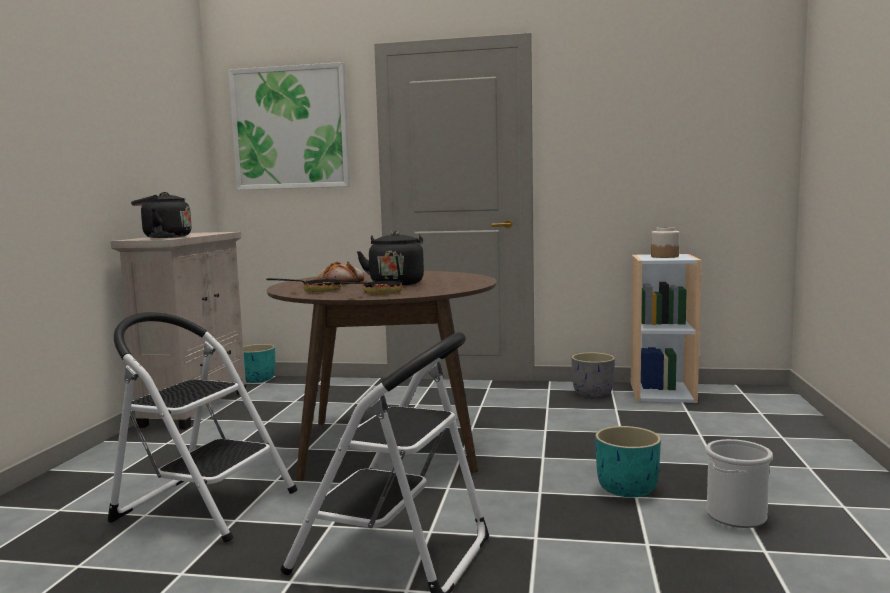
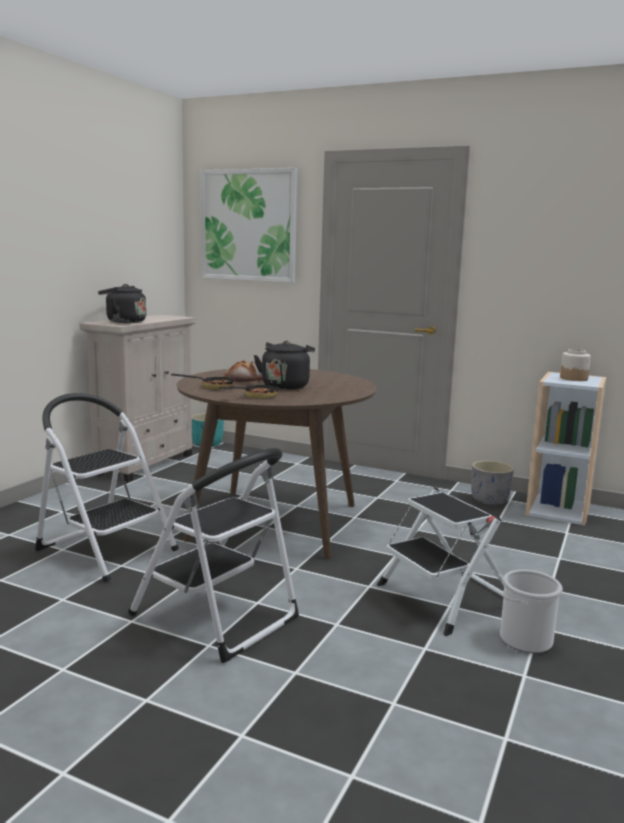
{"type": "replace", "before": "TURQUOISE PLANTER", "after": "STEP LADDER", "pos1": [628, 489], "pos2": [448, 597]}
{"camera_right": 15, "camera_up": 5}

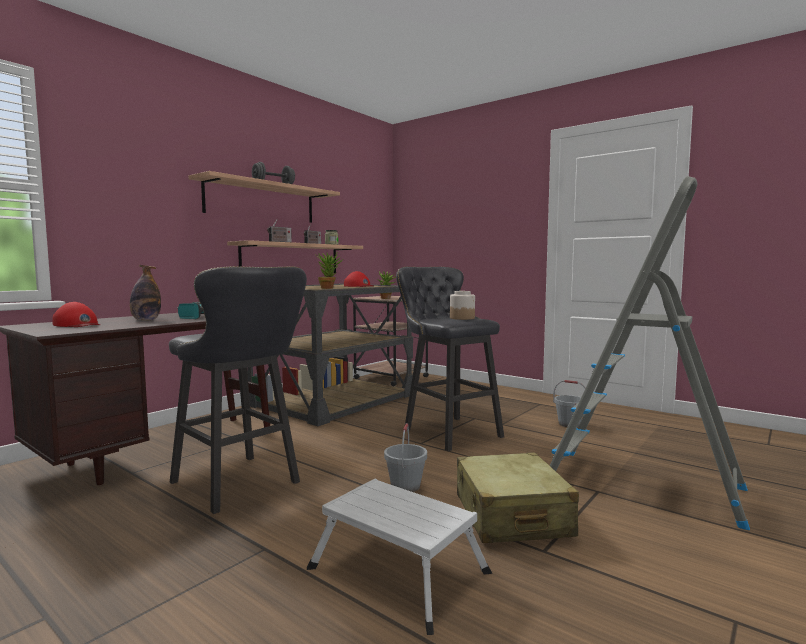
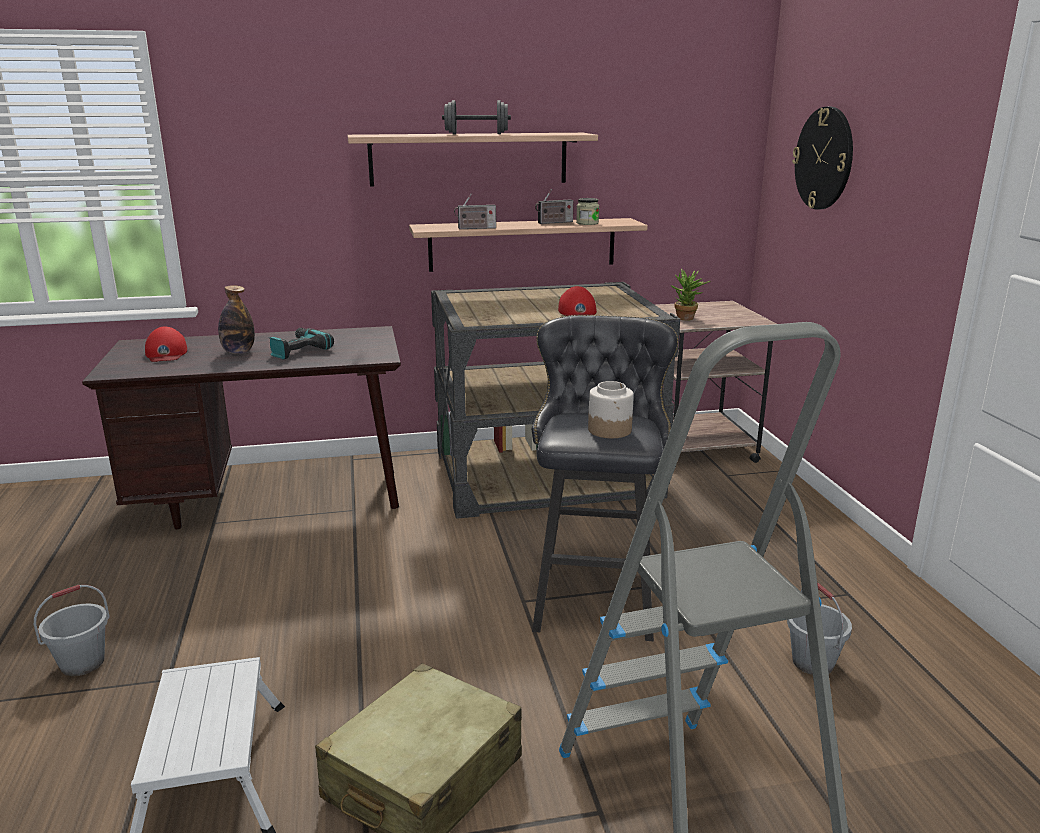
{"type": "delete", "before": "BLACK STOOL", "pos1": [242, 487]}
{"type": "delete", "before": "POTTED PLANT", "pos1": [329, 288]}
{"type": "move", "before": "GREY BUCKET", "pos1": [405, 486], "pos2": [83, 663]}
{"type": "insert", "after": "WALL CLOCK", "pos2": [824, 158]}
{"camera_right": 40, "camera_up": 15}

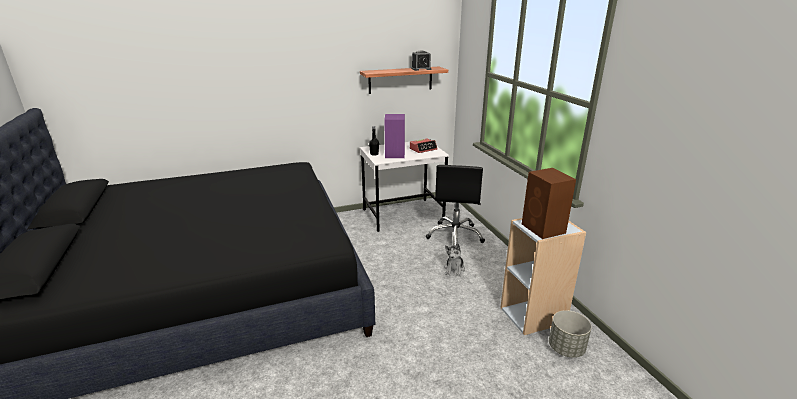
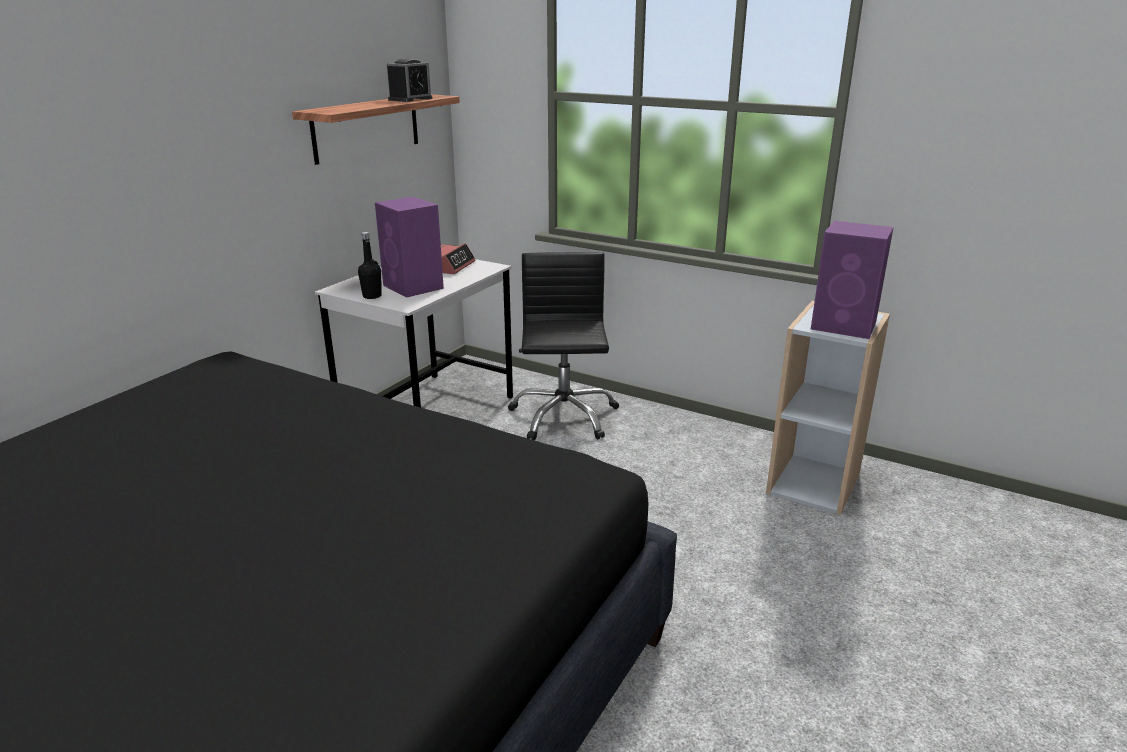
{"type": "rotate", "before": "BLACK OFFICE CHAIR", "pos1": [455, 236], "pos2": [563, 416], "turn": -150}
{"type": "delete", "before": "PLUSH TOY", "pos1": [454, 269]}
{"type": "recolor", "before": "BROWN SPEAKER", "after": "PURPLE SPEAKER", "pos1": [544, 229], "pos2": [845, 326]}
{"type": "delete", "before": "GREY PLANTER", "pos1": [566, 348]}
{"camera_right": -40, "camera_up": 0}

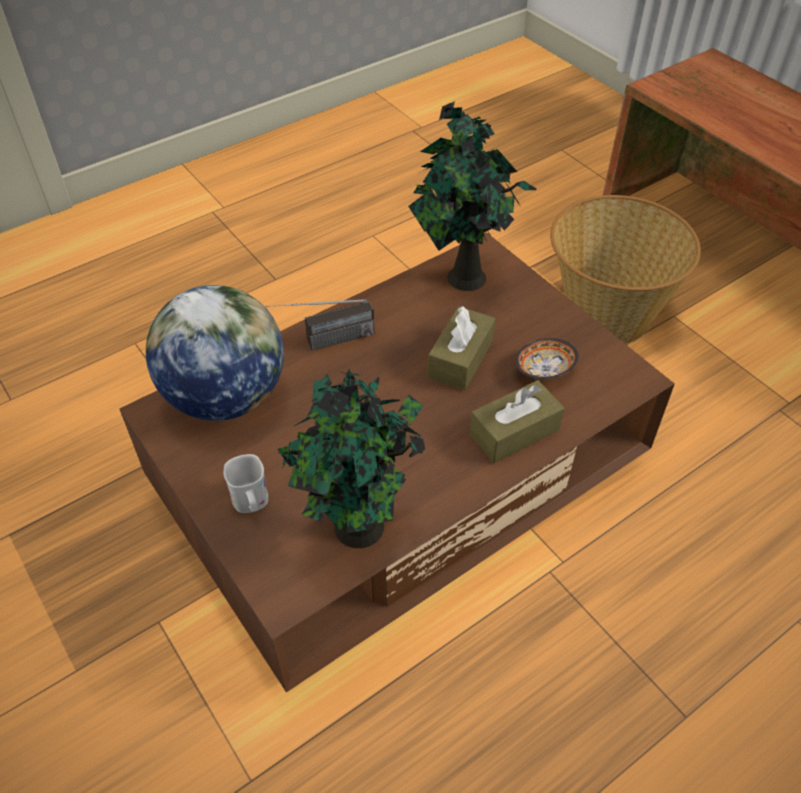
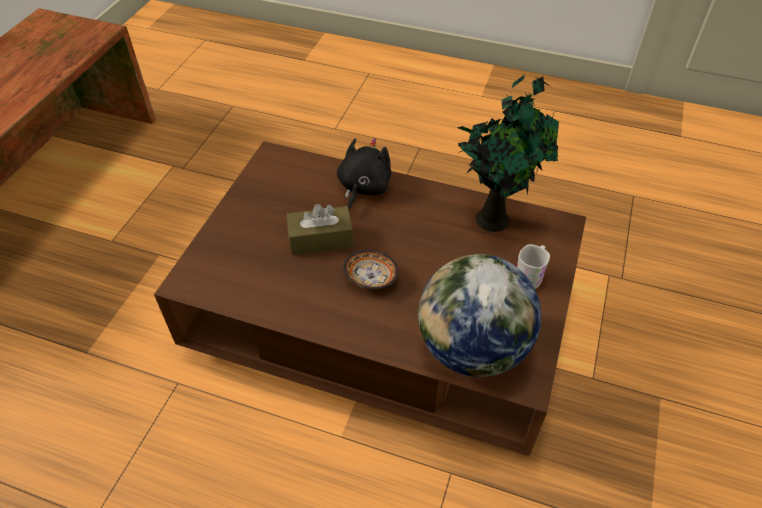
{"type": "delete", "before": "RADIO", "pos1": [324, 343]}
{"type": "delete", "before": "POTTED PLANT", "pos1": [462, 278]}
{"type": "replace", "before": "BROWN TISSUE BOX", "after": "BLACK PLUSH TOY", "pos1": [514, 432], "pos2": [363, 188]}
{"type": "move", "before": "BOWL", "pos1": [544, 370], "pos2": [370, 278]}
{"type": "delete", "before": "BASKET", "pos1": [605, 315]}
{"camera_right": -125, "camera_up": 0}

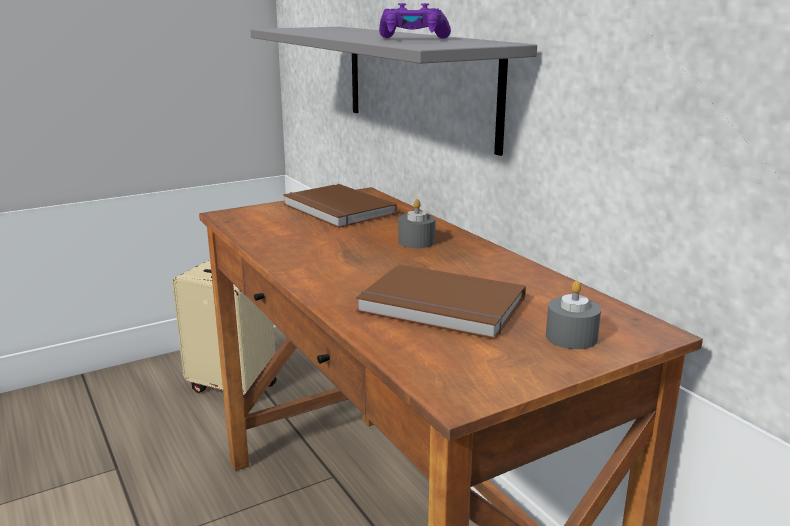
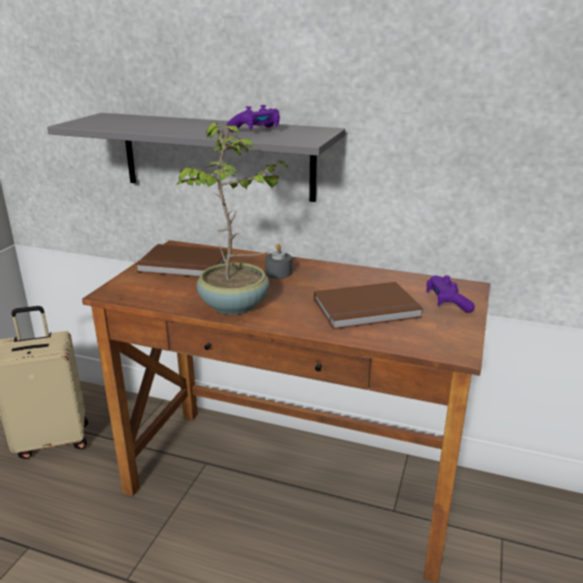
{"type": "replace", "before": "GREY CANDLE", "after": "PURPLE GAME CONTROLLER", "pos1": [571, 337], "pos2": [447, 302]}
{"type": "insert", "after": "POTTED PLANT", "pos2": [235, 306]}
{"camera_right": -40, "camera_up": 5}

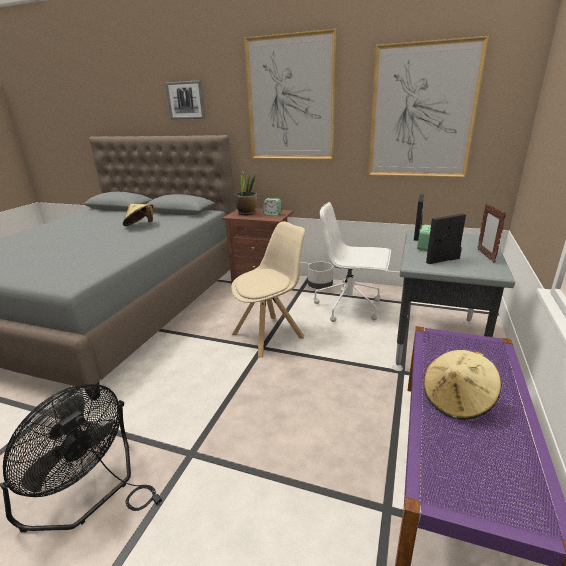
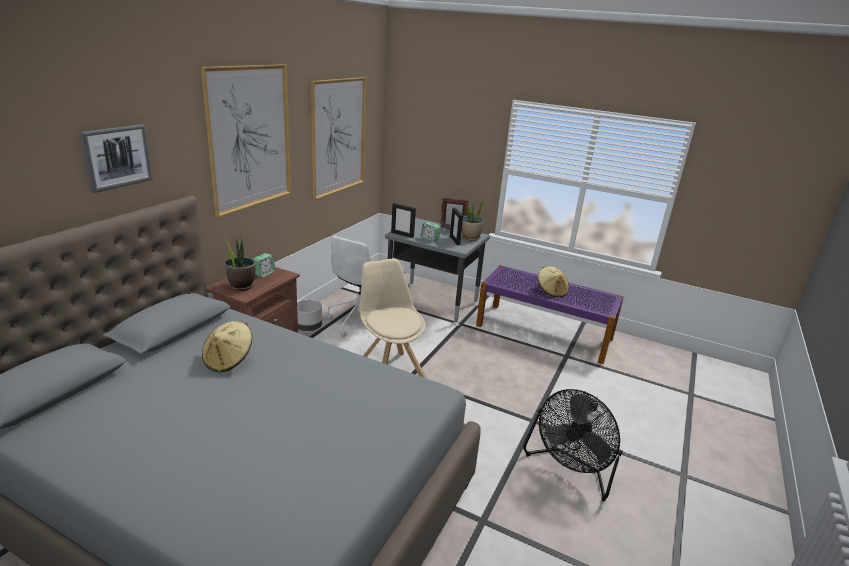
{"type": "insert", "after": "POTTED PLANT", "pos2": [470, 238]}
{"camera_right": -85, "camera_up": 0}

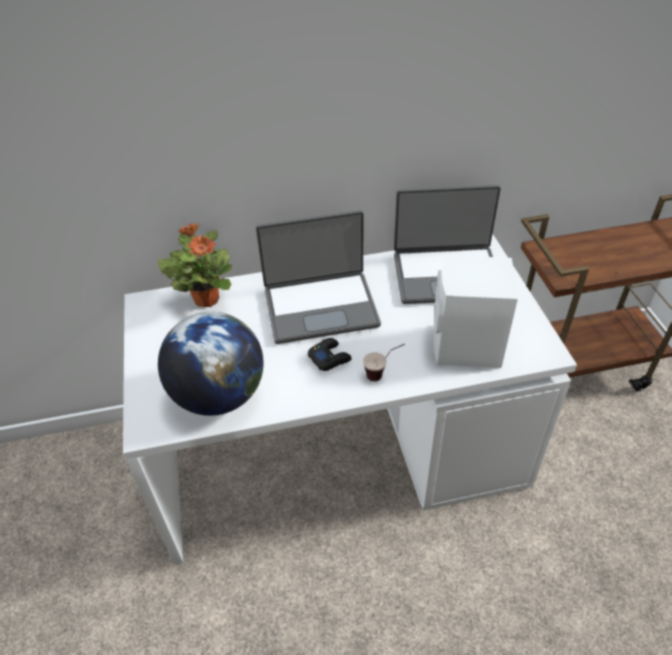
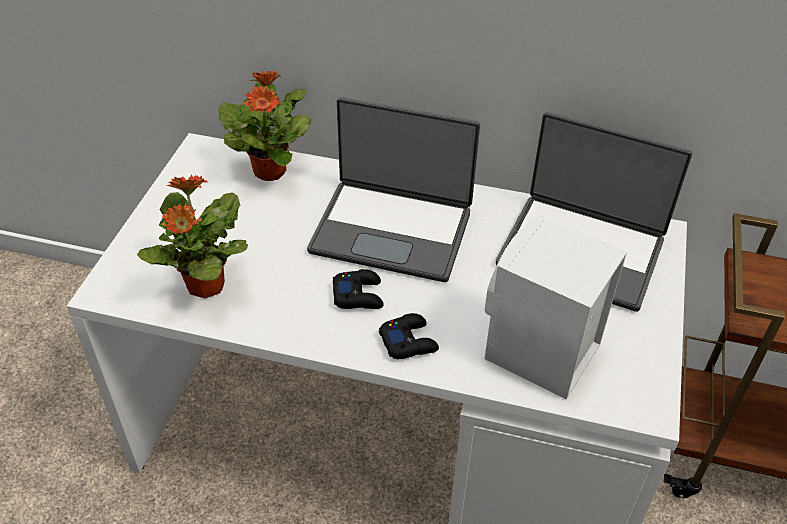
{"type": "replace", "before": "GLOBE", "after": "POTTED PLANT", "pos1": [219, 396], "pos2": [205, 286]}
{"type": "replace", "before": "CUP", "after": "BLACK GAME CONTROLLER", "pos1": [383, 373], "pos2": [409, 341]}
{"camera_right": 25, "camera_up": 0}

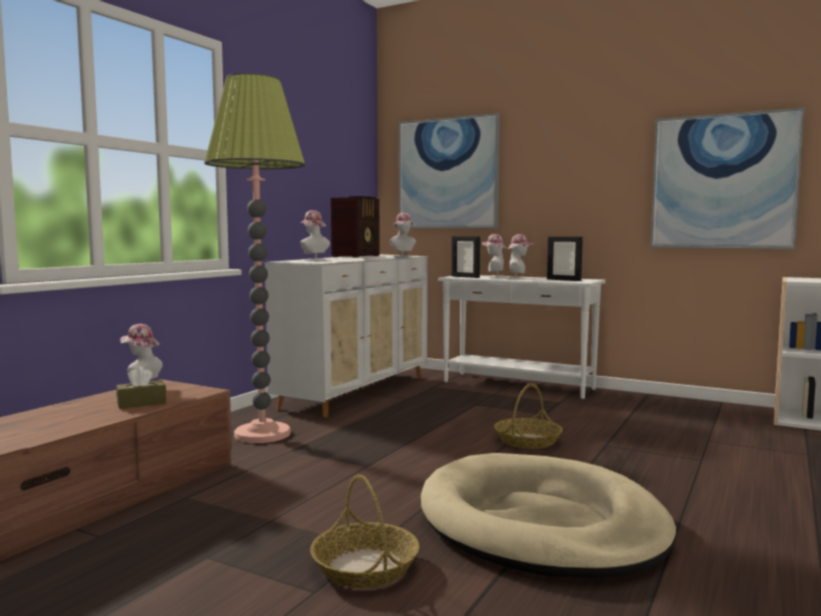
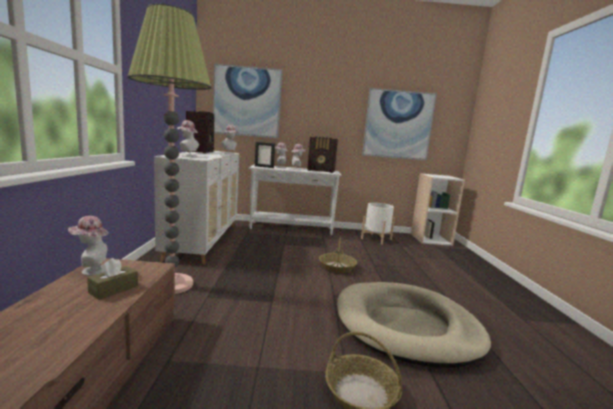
{"type": "replace", "before": "PICTURE FRAME", "after": "RADIO", "pos1": [564, 280], "pos2": [321, 171]}
{"type": "insert", "after": "WHITE PLANTER", "pos2": [376, 239]}
{"camera_right": -30, "camera_up": 5}

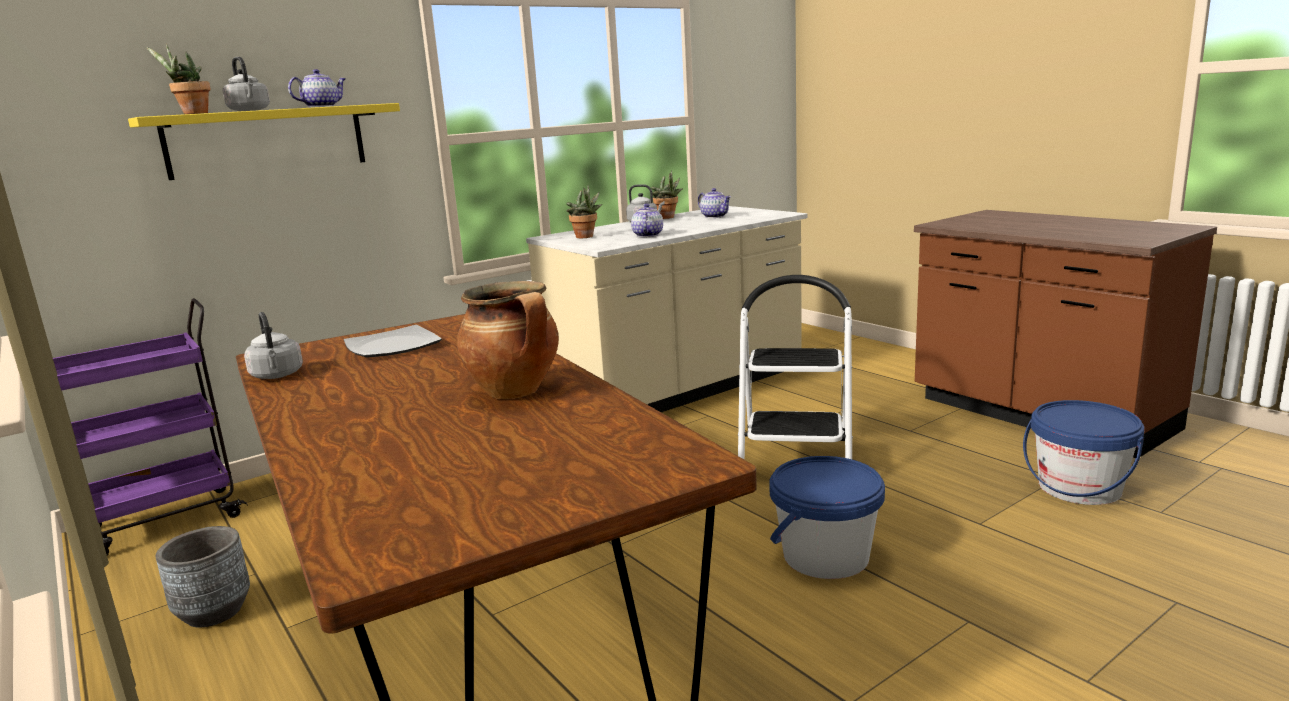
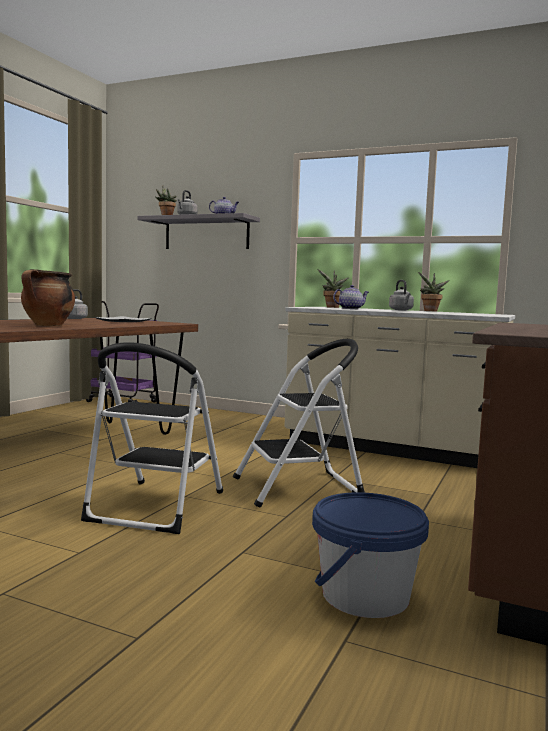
{"type": "recolor", "before": "YELLOW SHELF", "after": "GREY SHELF", "pos1": [267, 141], "pos2": [206, 234]}
{"type": "delete", "before": "GREY PLANTER", "pos1": [214, 612]}
{"type": "delete", "before": "TEAPOT", "pos1": [715, 216]}
{"type": "replace", "before": "BLUE BUCKET", "after": "STEP LADDER", "pos1": [825, 556], "pos2": [154, 507]}
{"camera_right": 60, "camera_up": -10}

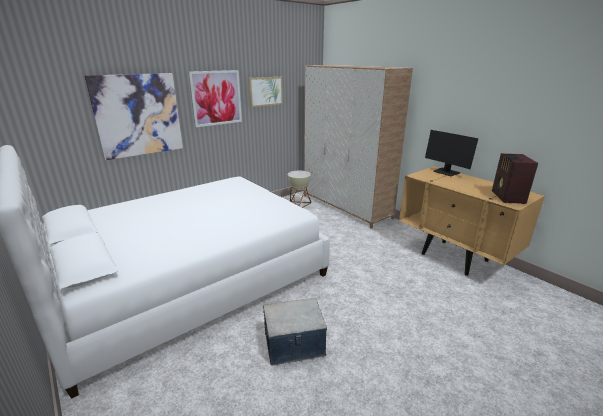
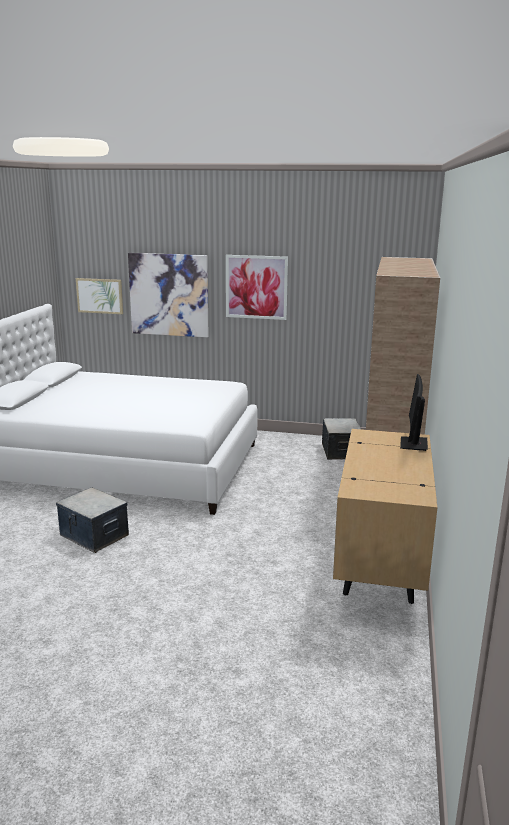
{"type": "move", "before": "PICTURE", "pos1": [265, 91], "pos2": [100, 296]}
{"type": "replace", "before": "PLANTER", "after": "STORAGE BOX", "pos1": [299, 204], "pos2": [341, 451]}
{"type": "delete", "before": "RADIO", "pos1": [507, 197]}
{"camera_right": 50, "camera_up": -5}

